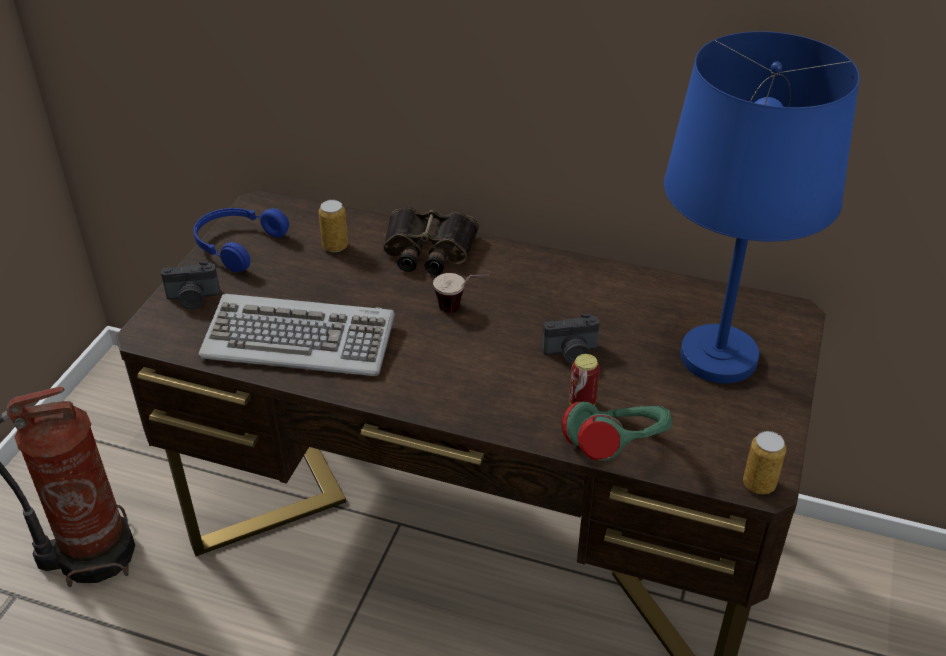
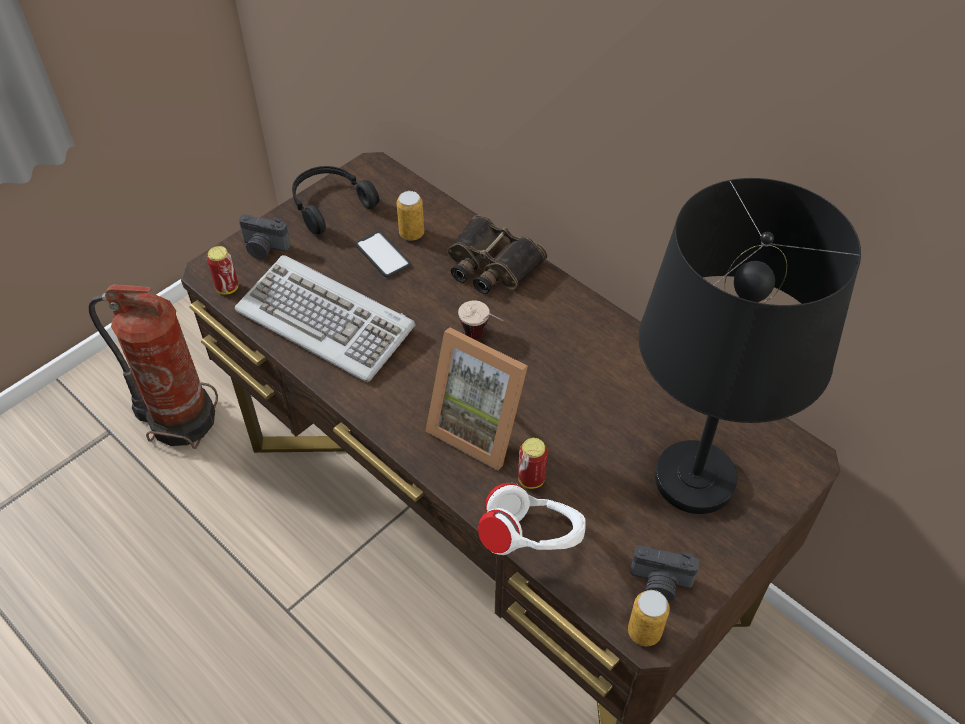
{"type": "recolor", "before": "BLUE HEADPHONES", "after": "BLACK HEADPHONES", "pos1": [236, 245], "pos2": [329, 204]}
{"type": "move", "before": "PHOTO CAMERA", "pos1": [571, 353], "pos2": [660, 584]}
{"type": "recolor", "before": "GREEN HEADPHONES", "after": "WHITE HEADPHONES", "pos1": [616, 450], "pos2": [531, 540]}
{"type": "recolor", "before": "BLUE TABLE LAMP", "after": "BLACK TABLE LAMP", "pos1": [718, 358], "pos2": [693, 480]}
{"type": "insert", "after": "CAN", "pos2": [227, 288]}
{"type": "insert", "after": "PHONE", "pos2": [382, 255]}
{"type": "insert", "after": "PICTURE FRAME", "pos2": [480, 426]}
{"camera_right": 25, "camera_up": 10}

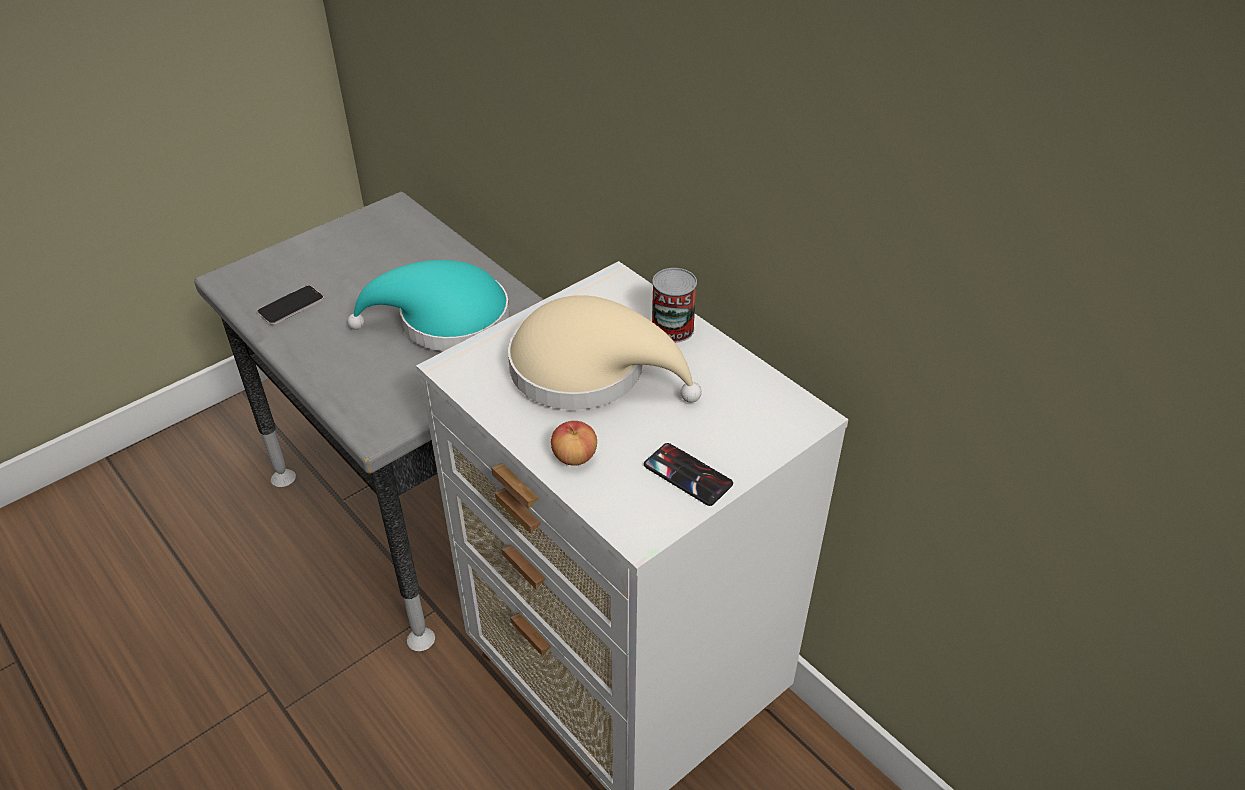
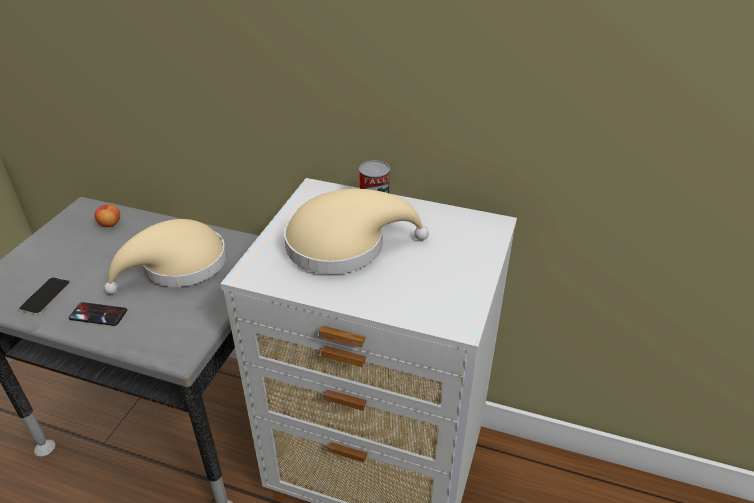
{"type": "recolor", "before": "TURQUOISE HAT", "after": "BEIGE HAT", "pos1": [445, 321], "pos2": [178, 266]}
{"type": "move", "before": "APPLE", "pos1": [574, 457], "pos2": [110, 224]}
{"type": "move", "before": "PHONE", "pos1": [688, 474], "pos2": [98, 314]}
{"camera_right": -30, "camera_up": -5}

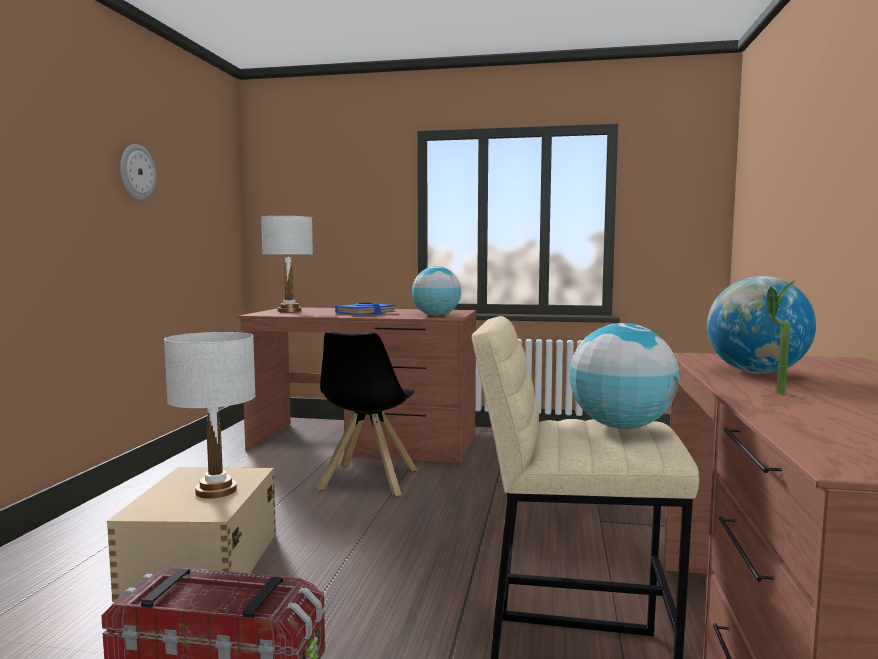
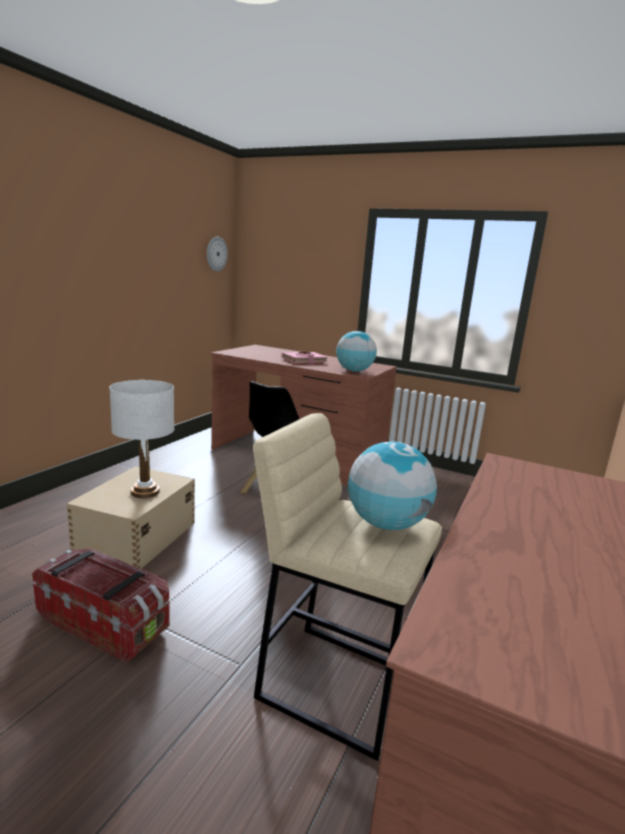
{"type": "move", "before": "WALL CLOCK", "pos1": [137, 172], "pos2": [216, 254]}
{"type": "delete", "before": "WHITE TABLE LAMP", "pos1": [289, 311]}
{"type": "recolor", "before": "BLUE BOOK", "after": "PINK BOOK", "pos1": [365, 313], "pos2": [304, 360]}
{"type": "delete", "before": "GLOBE", "pos1": [756, 373]}
{"type": "delete", "before": "POTTED PLANT", "pos1": [774, 393]}
{"camera_right": 15, "camera_up": 10}

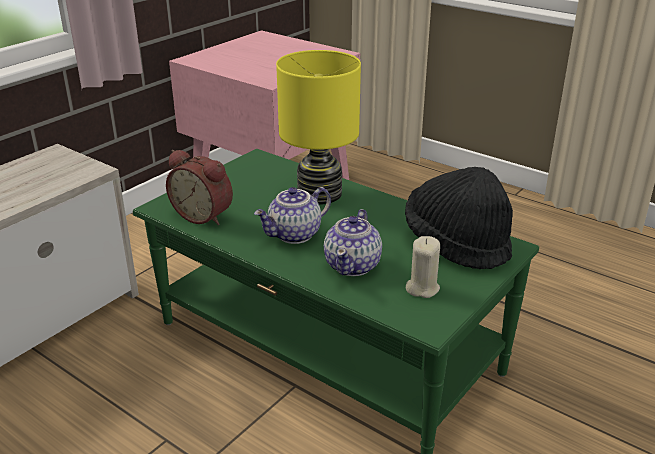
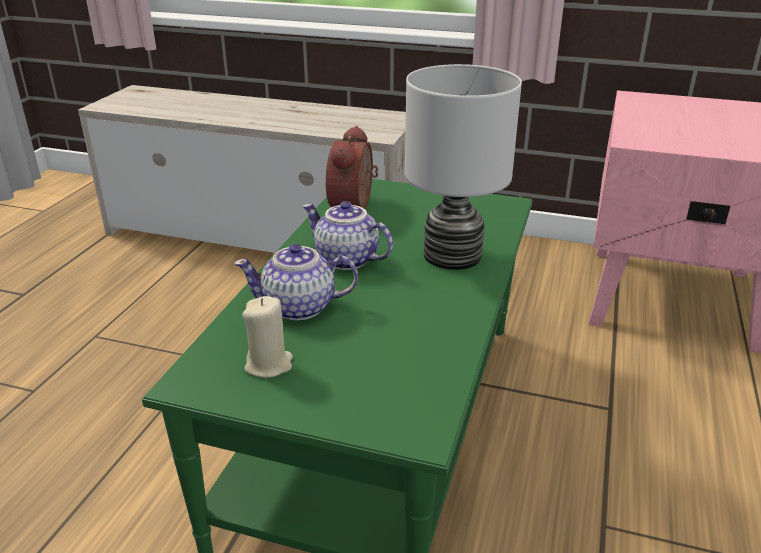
{"type": "recolor", "before": "YELLOW TABLE LAMP", "after": "GREY TABLE LAMP", "pos1": [319, 194], "pos2": [452, 255]}
{"type": "delete", "before": "BLACK HAT", "pos1": [456, 244]}
{"camera_right": 70, "camera_up": 0}

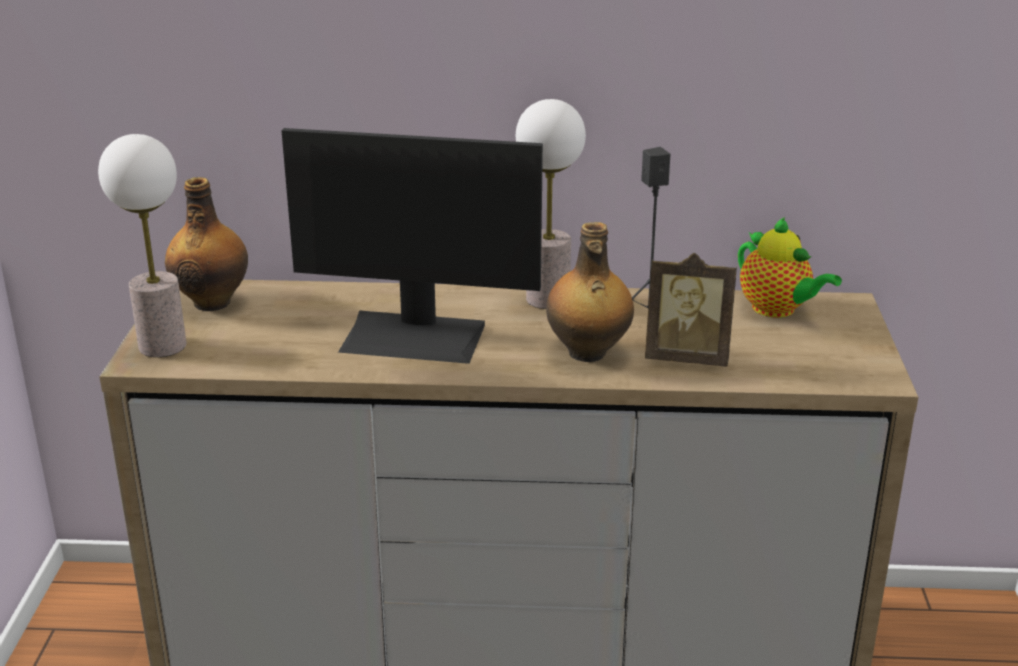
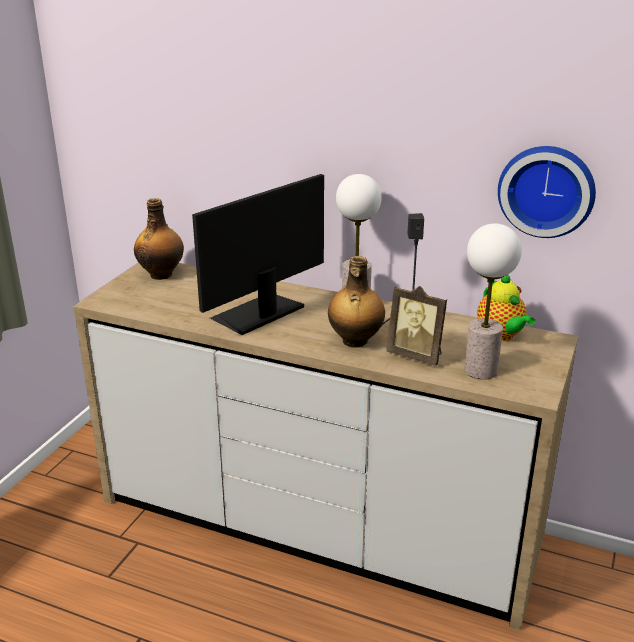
{"type": "move", "before": "TABLE LAMP", "pos1": [161, 346], "pos2": [480, 370]}
{"type": "rotate", "before": "MONITOR", "pos1": [414, 336], "pos2": [258, 313], "turn": 105}
{"type": "insert", "after": "WALL CLOCK", "pos2": [547, 190]}
{"camera_right": 20, "camera_up": 0}

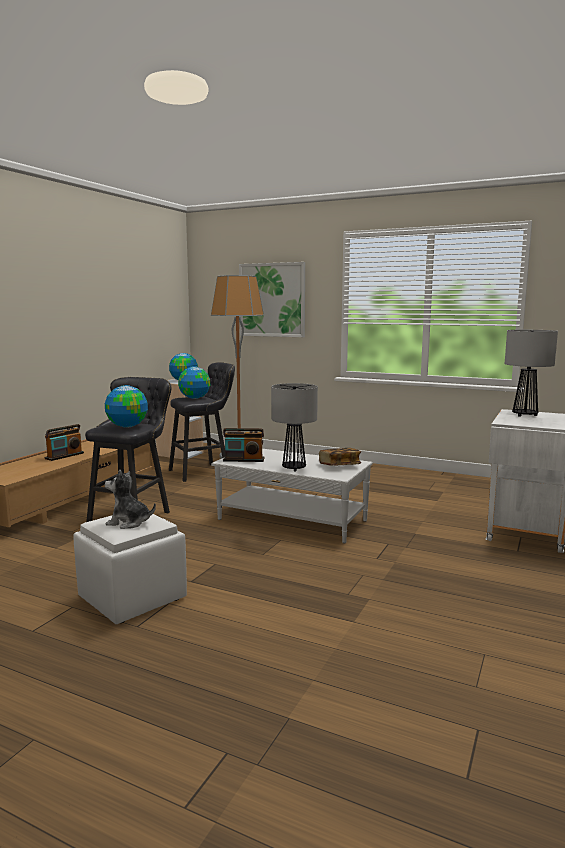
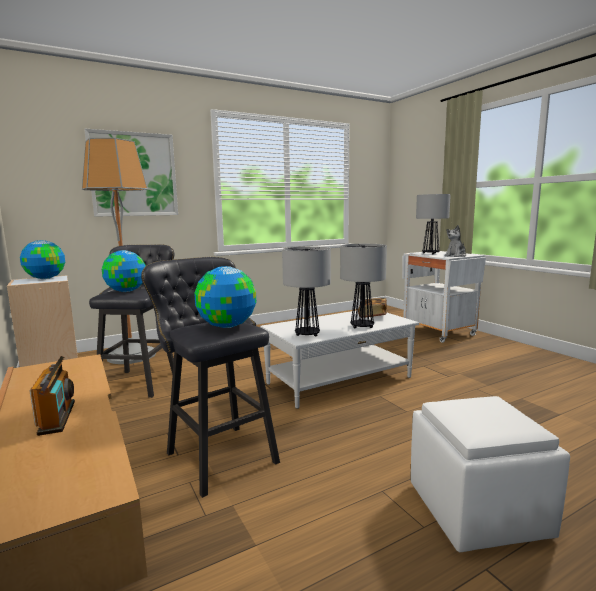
{"type": "move", "before": "PLUSH TOY", "pos1": [129, 522], "pos2": [455, 256]}
{"type": "replace", "before": "RADIO", "after": "TABLE LAMP", "pos1": [243, 460], "pos2": [307, 334]}
{"camera_right": -55, "camera_up": 0}

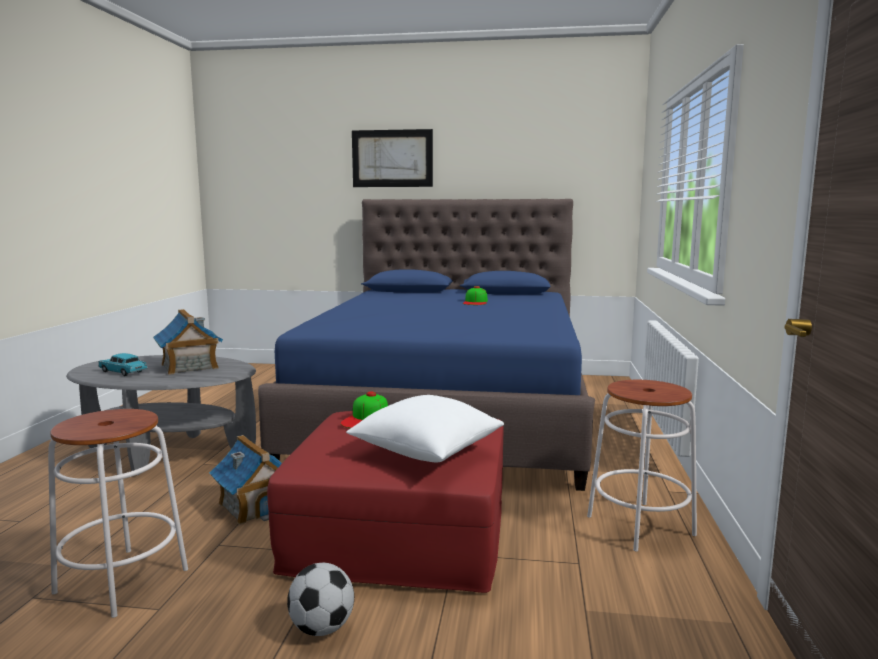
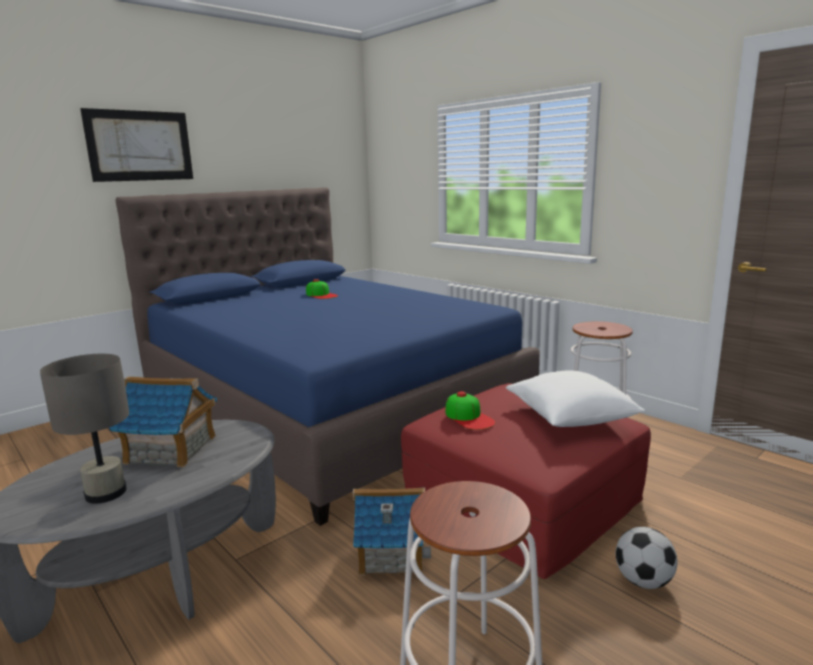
{"type": "replace", "before": "TURQUOISE TOY CAR", "after": "GREY TABLE LAMP", "pos1": [123, 372], "pos2": [106, 493]}
{"camera_right": -50, "camera_up": 5}

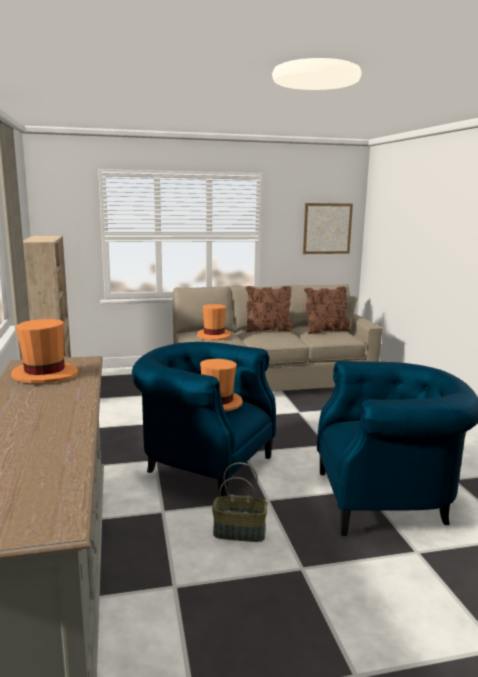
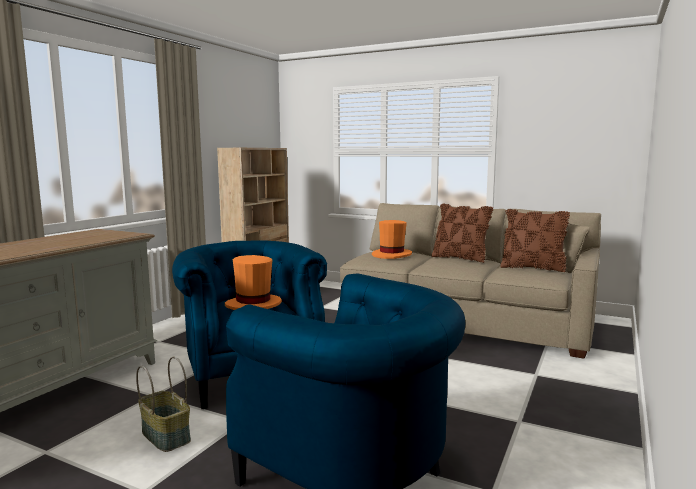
{"type": "delete", "before": "ORANGE HAT", "pos1": [45, 375]}
{"type": "delete", "before": "PICTURE", "pos1": [327, 228]}
{"camera_right": 40, "camera_up": -5}

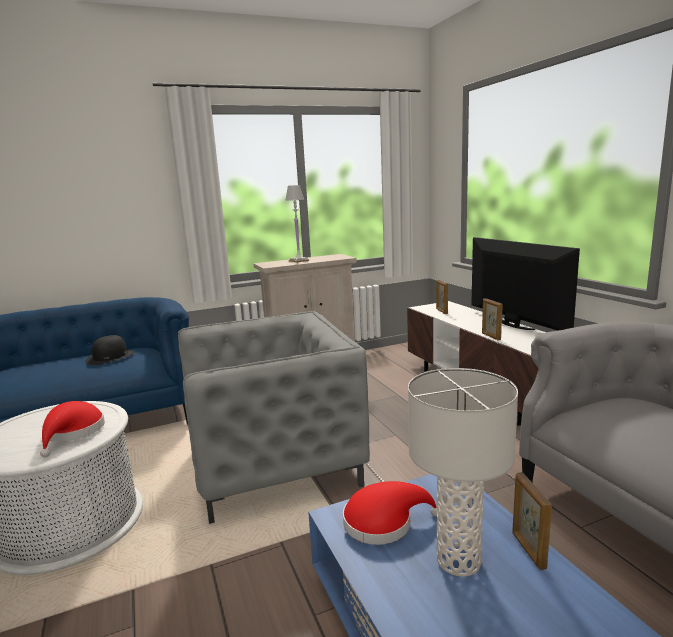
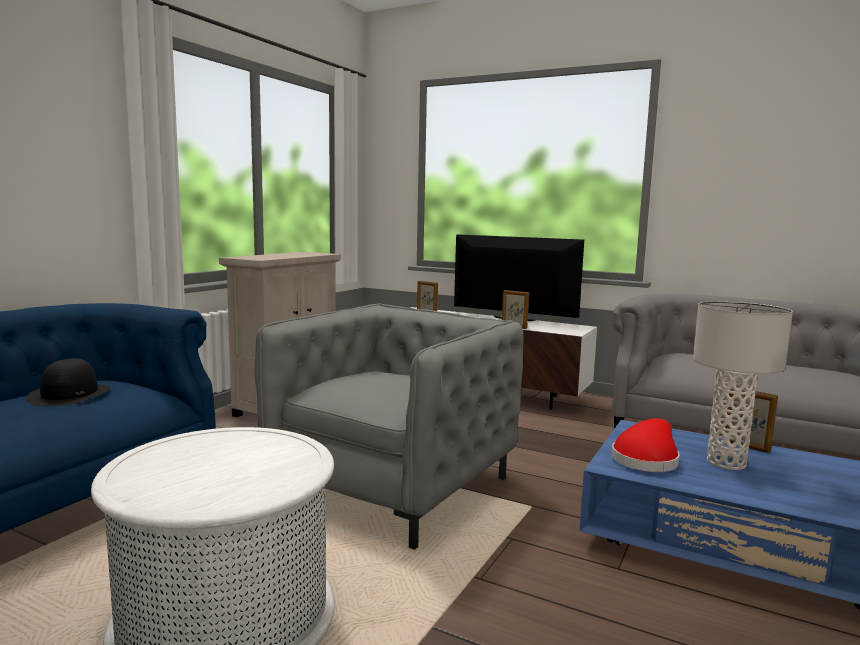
{"type": "delete", "before": "RED HAT", "pos1": [73, 433]}
{"type": "delete", "before": "WHITE TABLE LAMP", "pos1": [299, 261]}
{"camera_right": -40, "camera_up": -5}

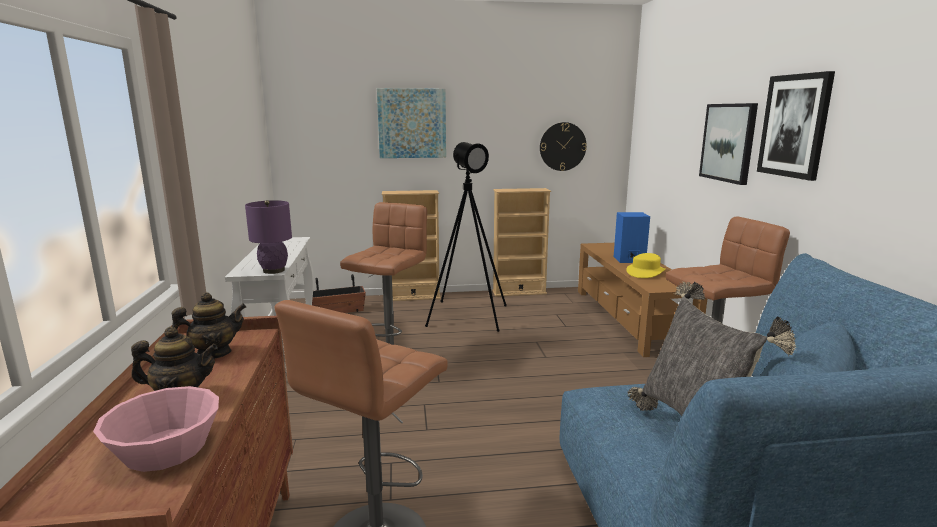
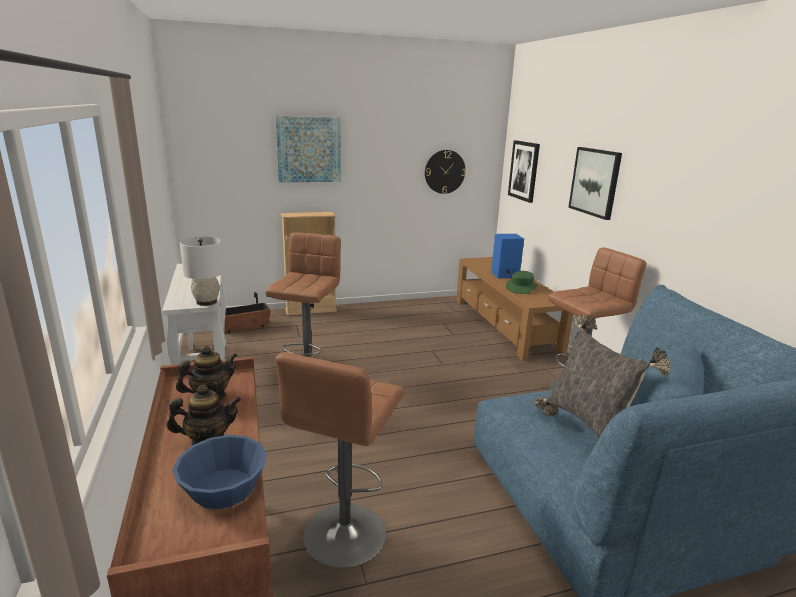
{"type": "recolor", "before": "PINK BOWL", "after": "BLUE BOWL", "pos1": [166, 448], "pos2": [224, 487]}
{"type": "recolor", "before": "PURPLE TABLE LAMP", "after": "WHITE TABLE LAMP", "pos1": [273, 270], "pos2": [206, 302]}
{"type": "delete", "before": "BLACK FLOOR LAMP", "pos1": [468, 316]}
{"type": "delete", "before": "BEIGE BOOKCASE", "pos1": [519, 292]}
{"type": "recolor", "before": "YELLOW HAT", "after": "GREEN HAT", "pos1": [645, 272], "pos2": [521, 287]}
{"type": "move", "before": "PICTURE", "pos1": [794, 126], "pos2": [524, 170]}
{"camera_right": -10, "camera_up": 5}

